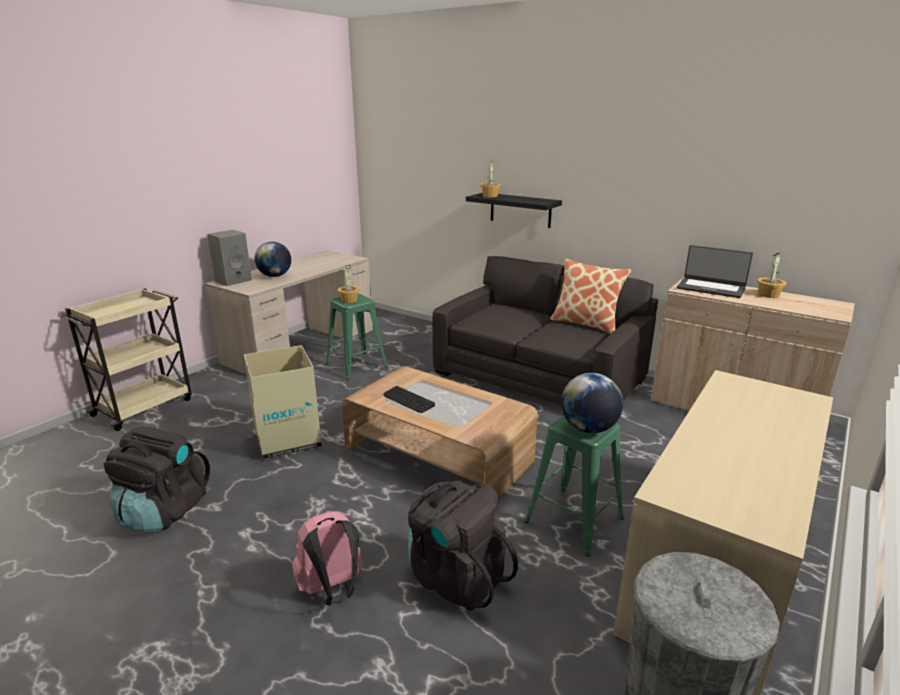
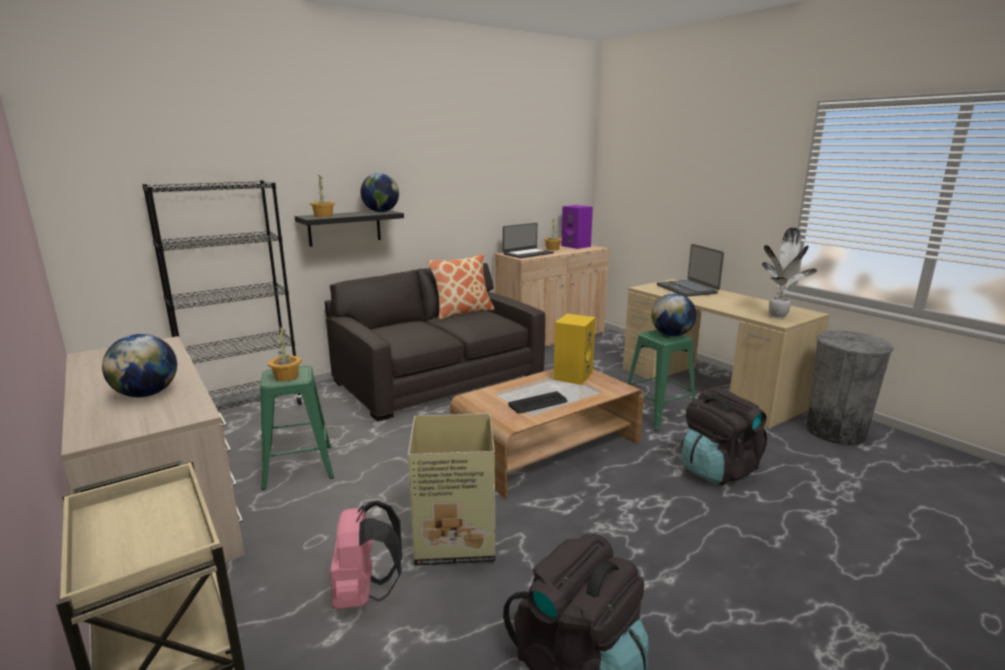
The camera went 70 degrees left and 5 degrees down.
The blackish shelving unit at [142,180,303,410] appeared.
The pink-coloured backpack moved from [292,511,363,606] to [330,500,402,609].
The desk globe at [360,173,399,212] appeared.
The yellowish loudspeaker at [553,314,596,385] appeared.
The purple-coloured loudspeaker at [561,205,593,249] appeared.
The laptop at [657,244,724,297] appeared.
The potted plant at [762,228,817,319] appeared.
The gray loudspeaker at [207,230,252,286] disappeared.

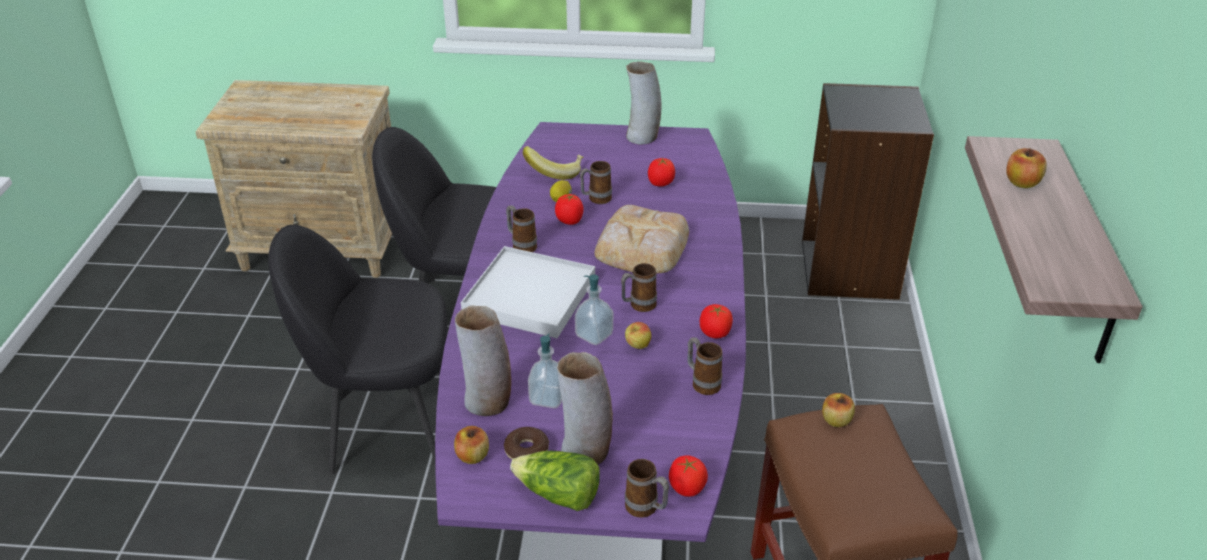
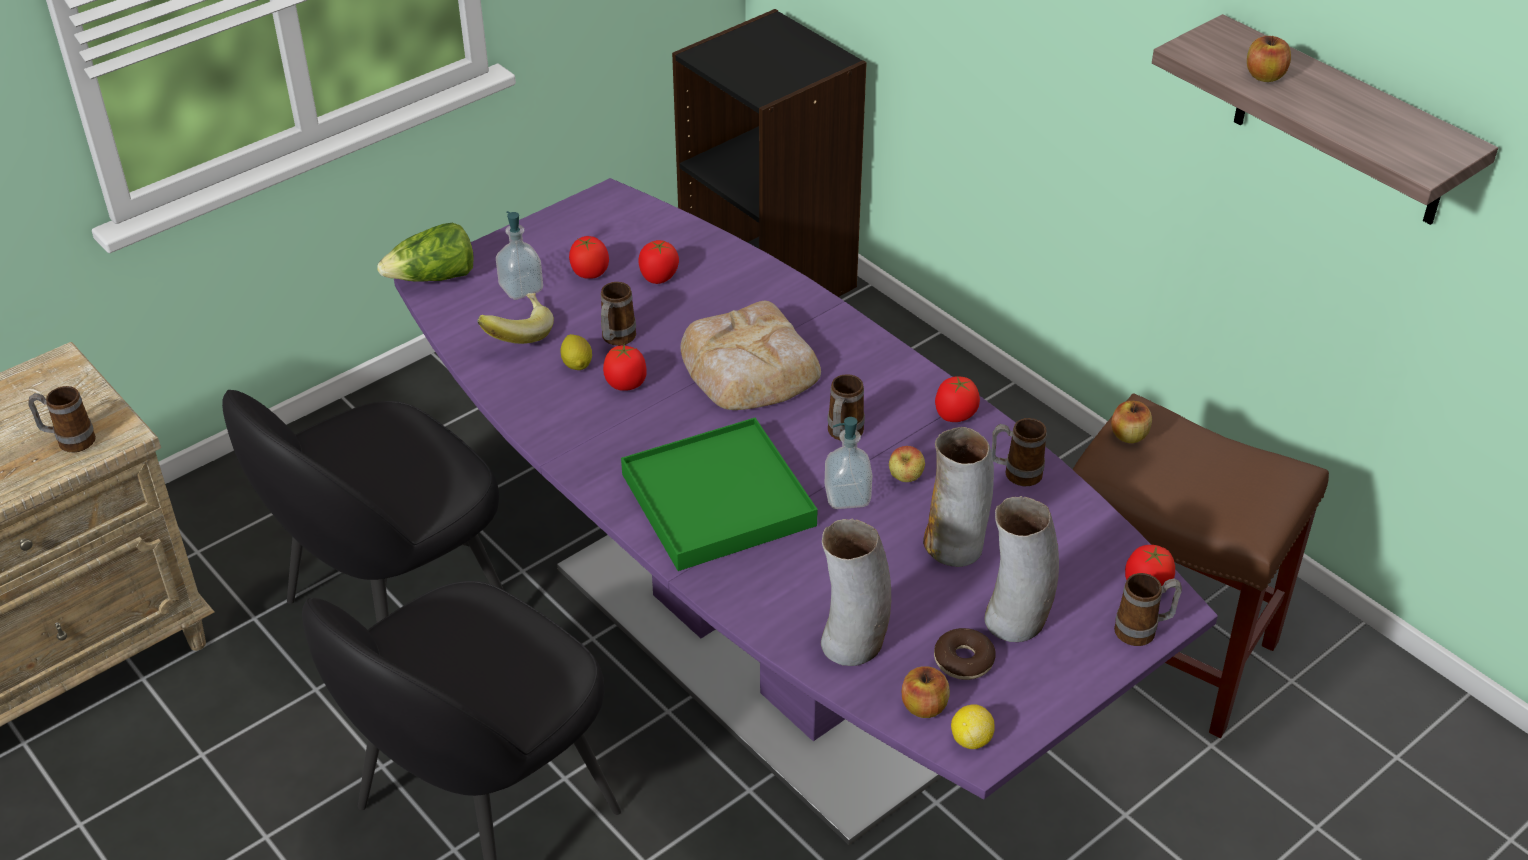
The camera went 45 degrees left and 5 degrees up.
The coffee mug moved from [506,205,537,252] to [28,386,96,453].
The lettuce moved from [510,451,600,511] to [377,223,474,282].
The soap dispenser moved from [528,333,562,408] to [496,211,543,300].
The whole tomato at [569,236,609,279] appeared.
The white-coloured carrying tray at [461,246,595,338] became the greenish carrying tray at [621,418,818,571].
The vase moved from [626,61,661,145] to [923,427,994,567].
The citrus fruit at [951,704,995,749] appeared.

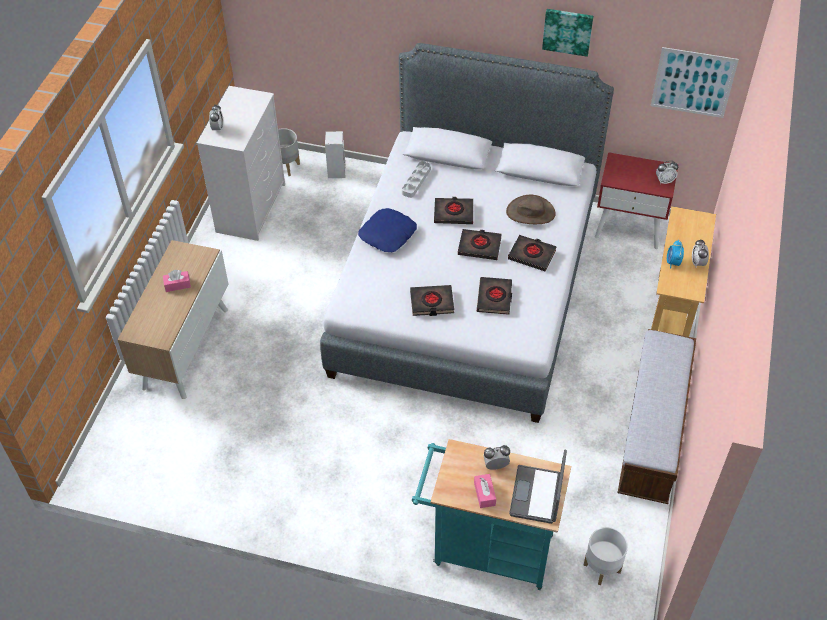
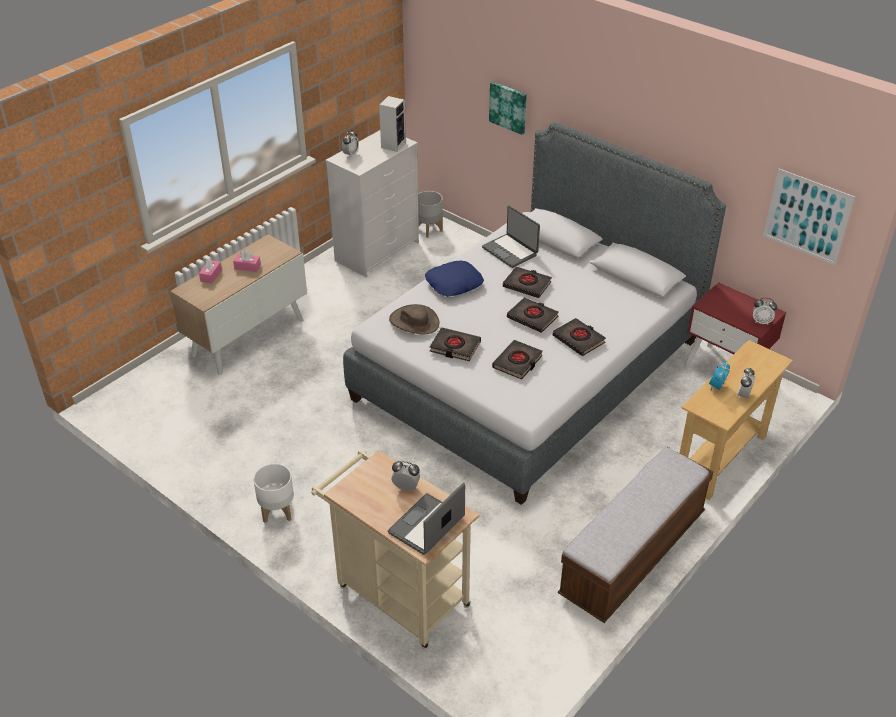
The camera went 25 degrees right and 10 degrees down.
The pink-coloured tissue holder moved from [474,474,496,508] to [199,258,222,284].
The white-coloured plant pot moved from [583,527,628,585] to [253,463,294,523].
The blue-green wheeled cart at [412,439,571,590] became the sand-coloured wheeled cart at [311,450,479,650].
The loudspeaker moved from [325,131,345,178] to [379,96,406,152].
The brownish wearable hat moved from [506,195,556,224] to [389,304,439,334].
The gray carrying tray at [402,161,431,198] was replaced by the laptop at [482,206,540,268].
The picture moved from [542,9,593,57] to [489,82,527,135].

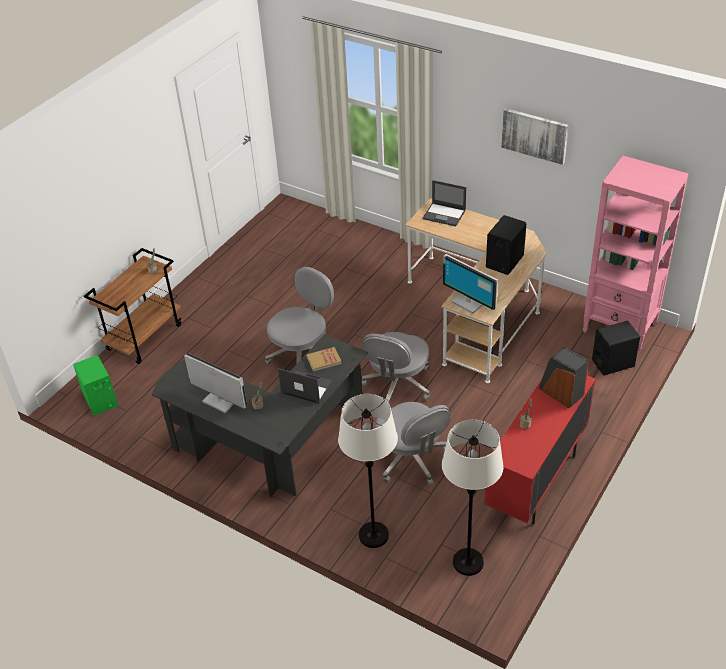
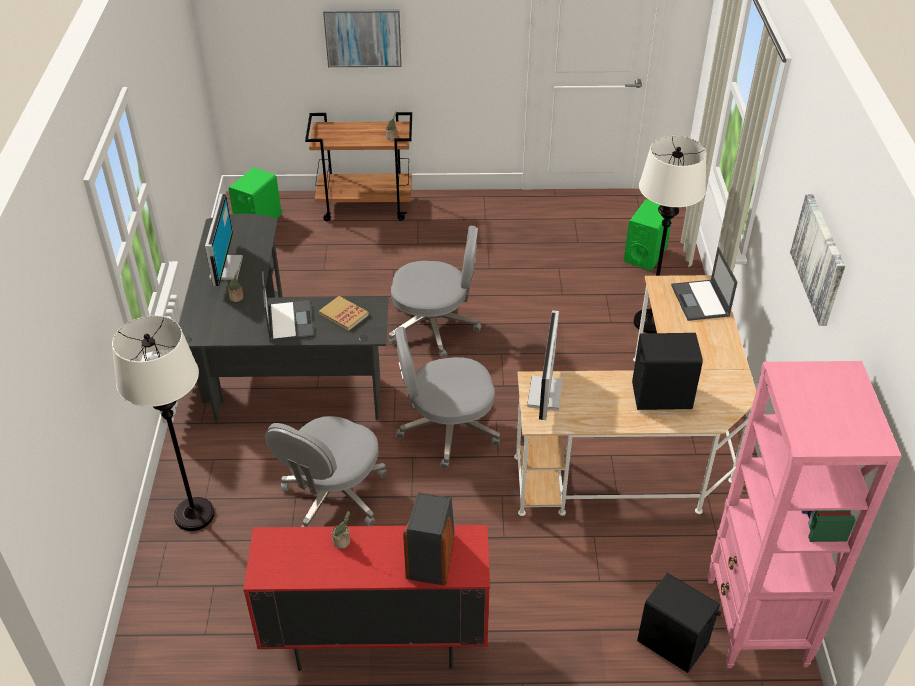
The camera went 55 degrees right and 0 degrees up.
The picture at [323,9,402,67] appeared.
The greenish loudspeaker at [624,199,672,270] appeared.
The white-coloured standard lamp moved from [442,420,504,576] to [634,136,707,333].

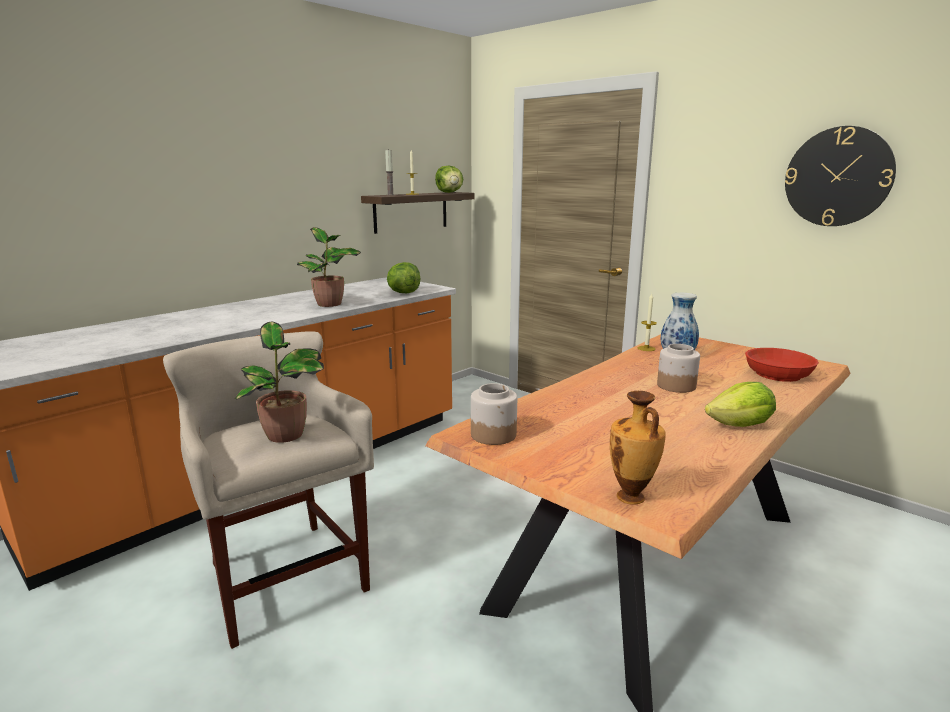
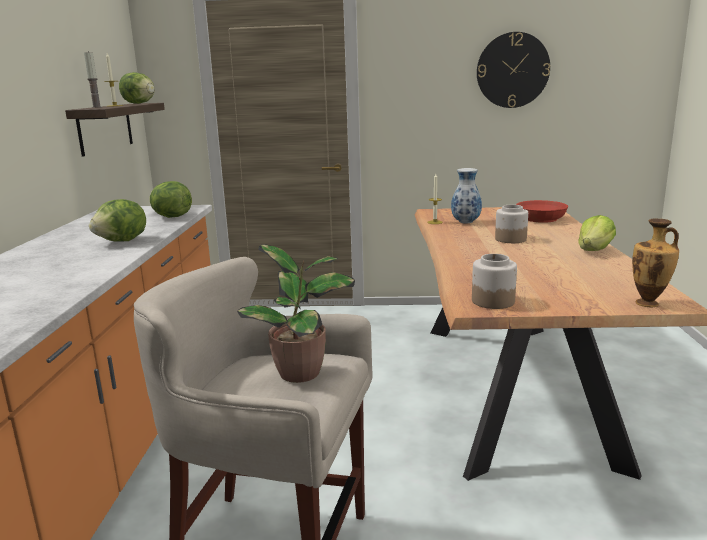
The camera went 40 degrees left and 0 degrees up.
The potted plant at [297,227,361,307] was replaced by the lettuce at [89,199,146,242].

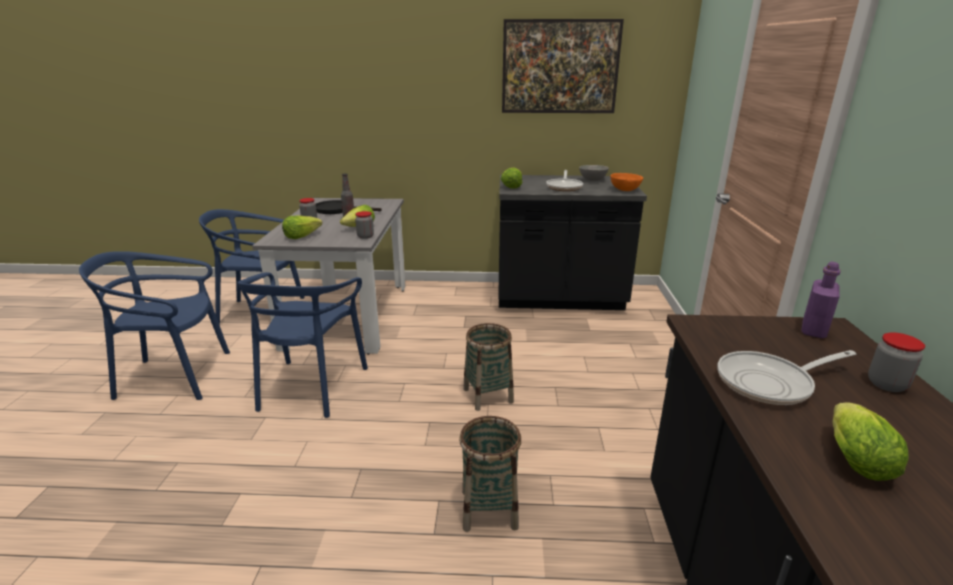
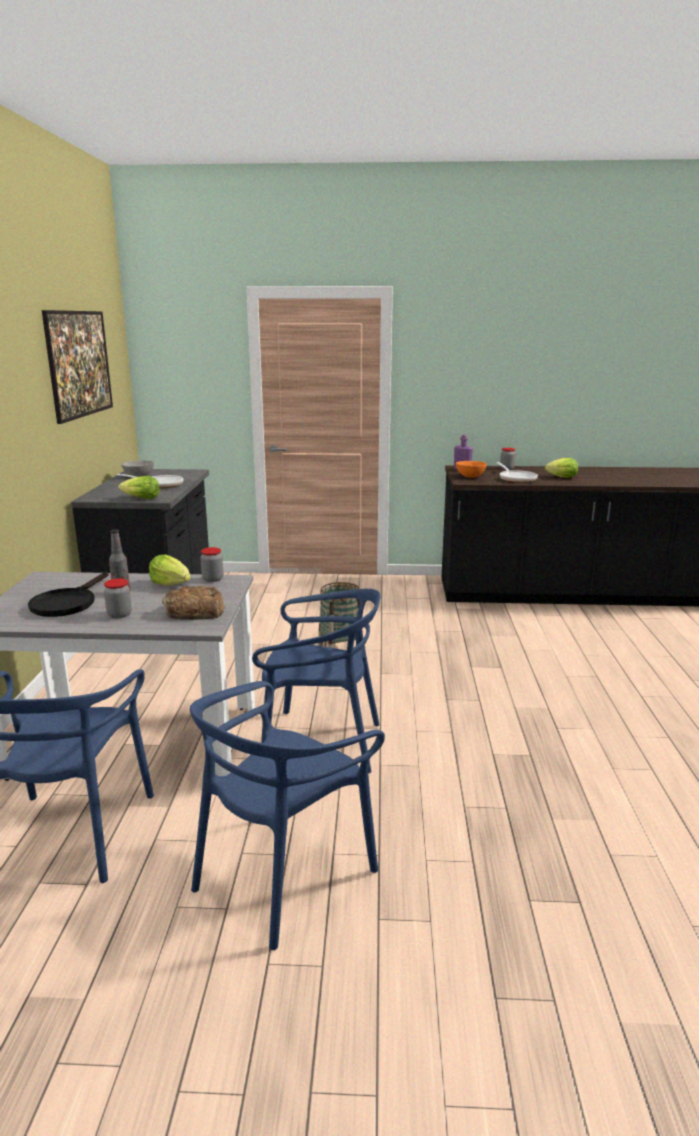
The camera went 90 degrees left and 5 degrees down.
The lettuce at [282,215,322,239] was replaced by the bakery bread at [162,586,225,620].
The bluish chair at [79,251,230,400] turned 45 degrees clockwise.
The orangey serving bowl moved from [610,173,643,191] to [456,461,487,478].
The household basket at [459,416,521,532] disappeared.

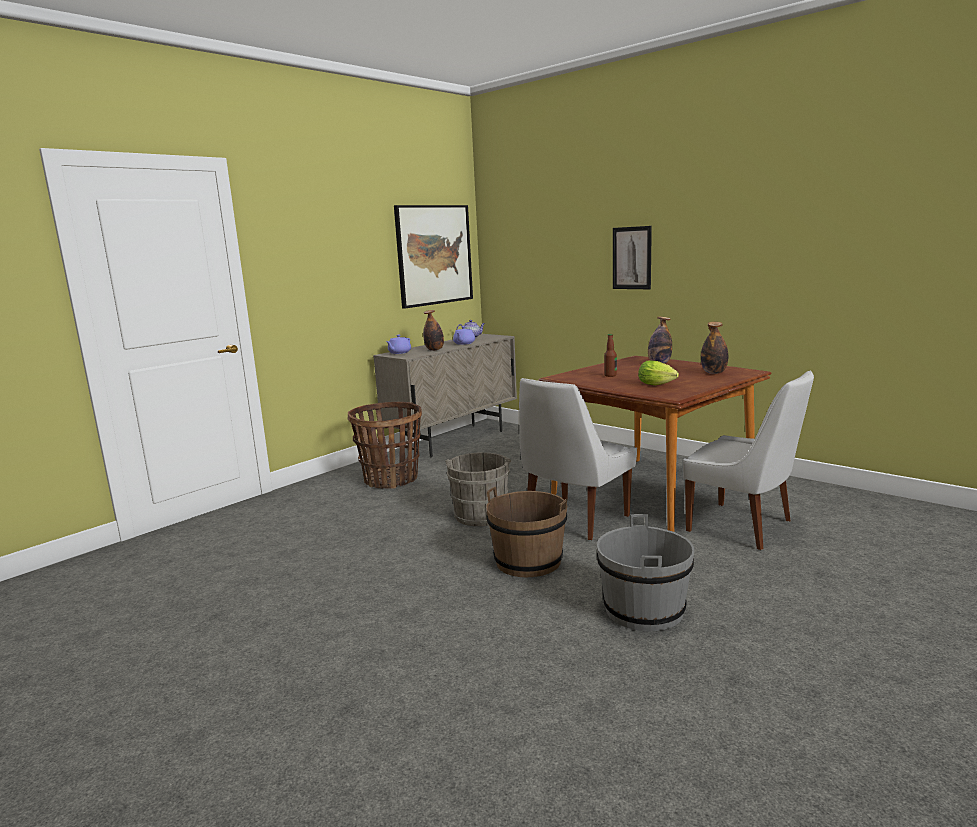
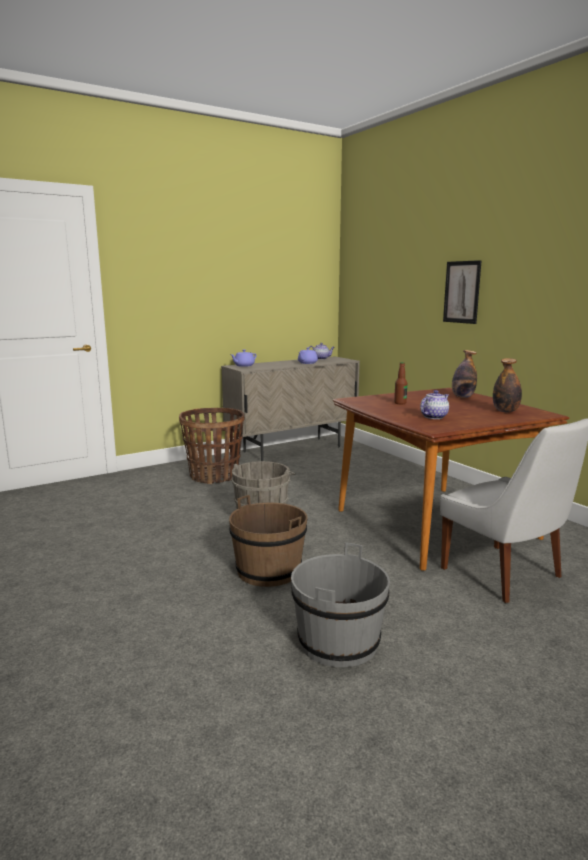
The camera went 15 degrees right and 0 degrees up.
The lettuce at [638,360,679,385] was replaced by the teapot at [420,390,449,419].
The picture at [394,205,473,308] disappeared.
The drink bottle at [423,310,444,351] disappeared.
The white-coloured chair at [519,378,637,540] disappeared.

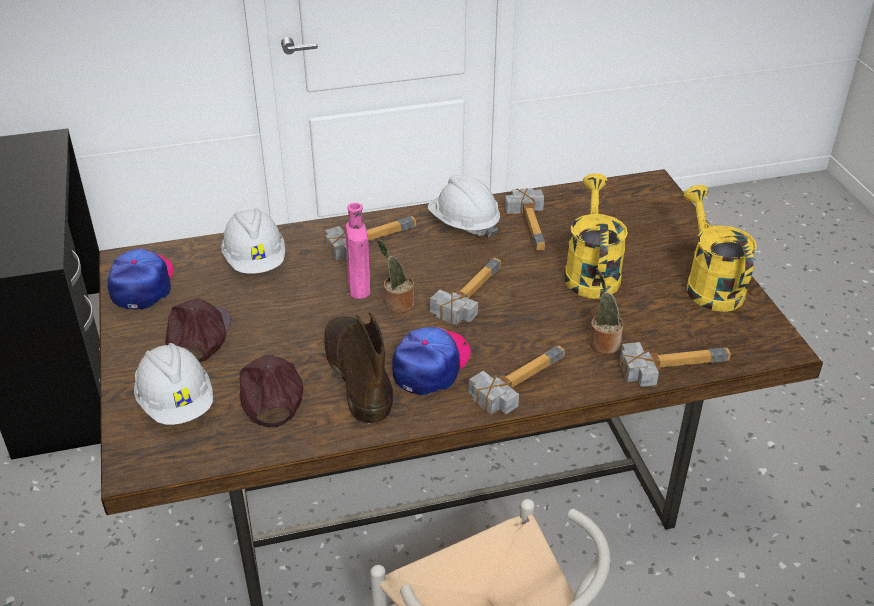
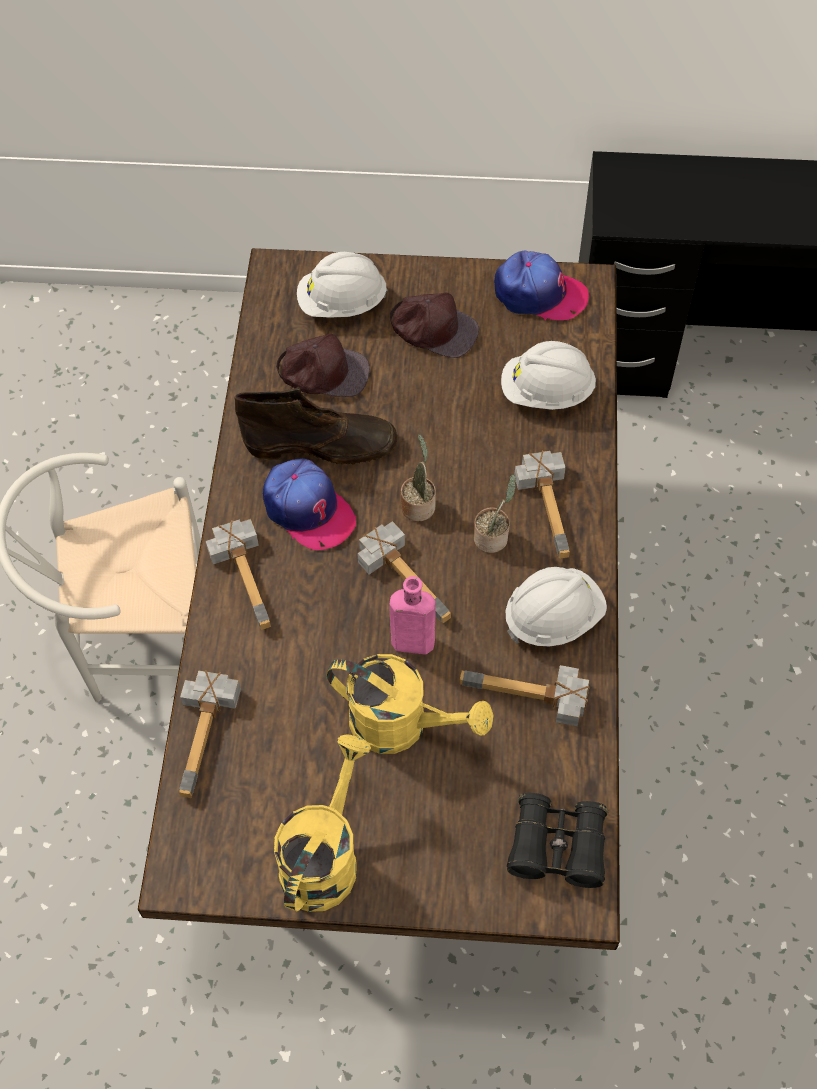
The camera went 110 degrees right and 20 degrees up.
The yellowish sprinkling can at [683,185,757,312] turned 75 degrees counterclockwise.
The pink-coloured drink bottle moved from [345,203,370,299] to [389,576,436,654].
The potted plant moved from [590,268,623,354] to [474,475,516,553].
The blackish binoculars at [507,793,608,888] appeared.

